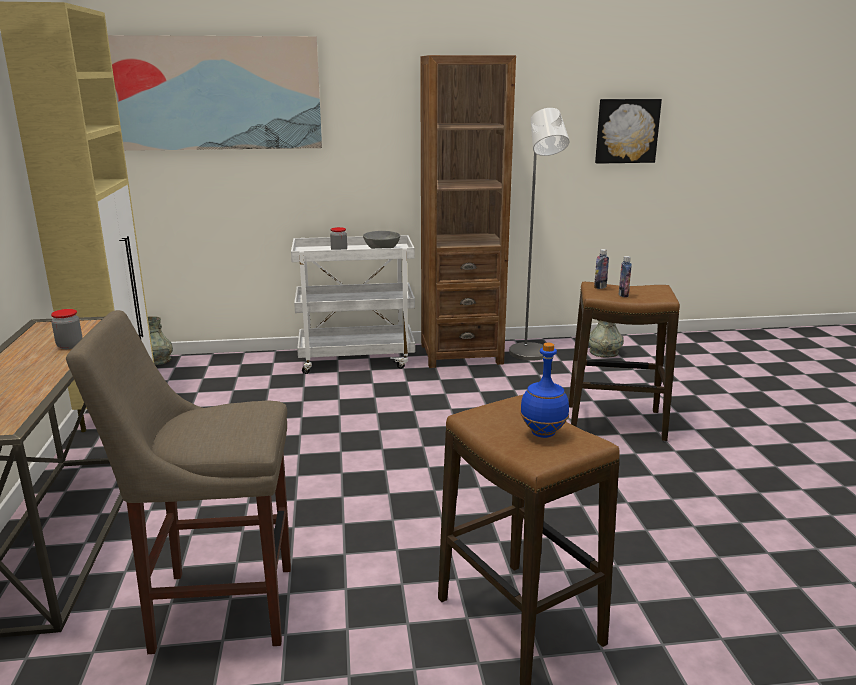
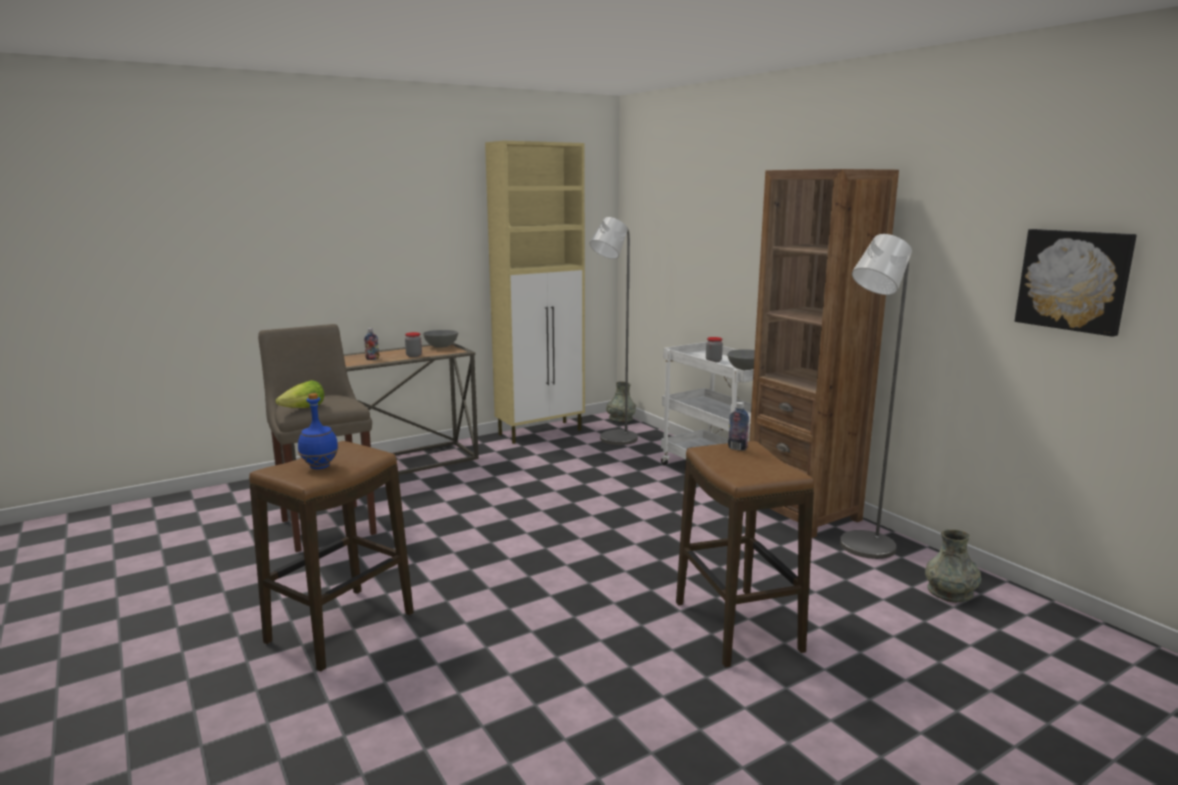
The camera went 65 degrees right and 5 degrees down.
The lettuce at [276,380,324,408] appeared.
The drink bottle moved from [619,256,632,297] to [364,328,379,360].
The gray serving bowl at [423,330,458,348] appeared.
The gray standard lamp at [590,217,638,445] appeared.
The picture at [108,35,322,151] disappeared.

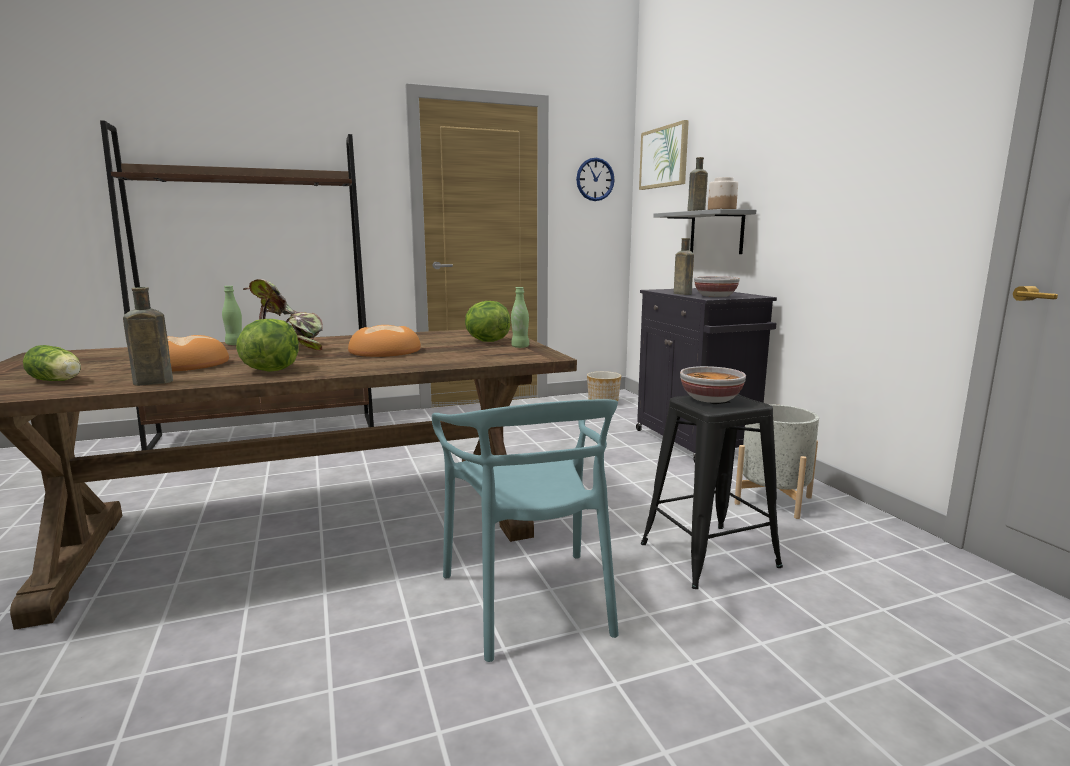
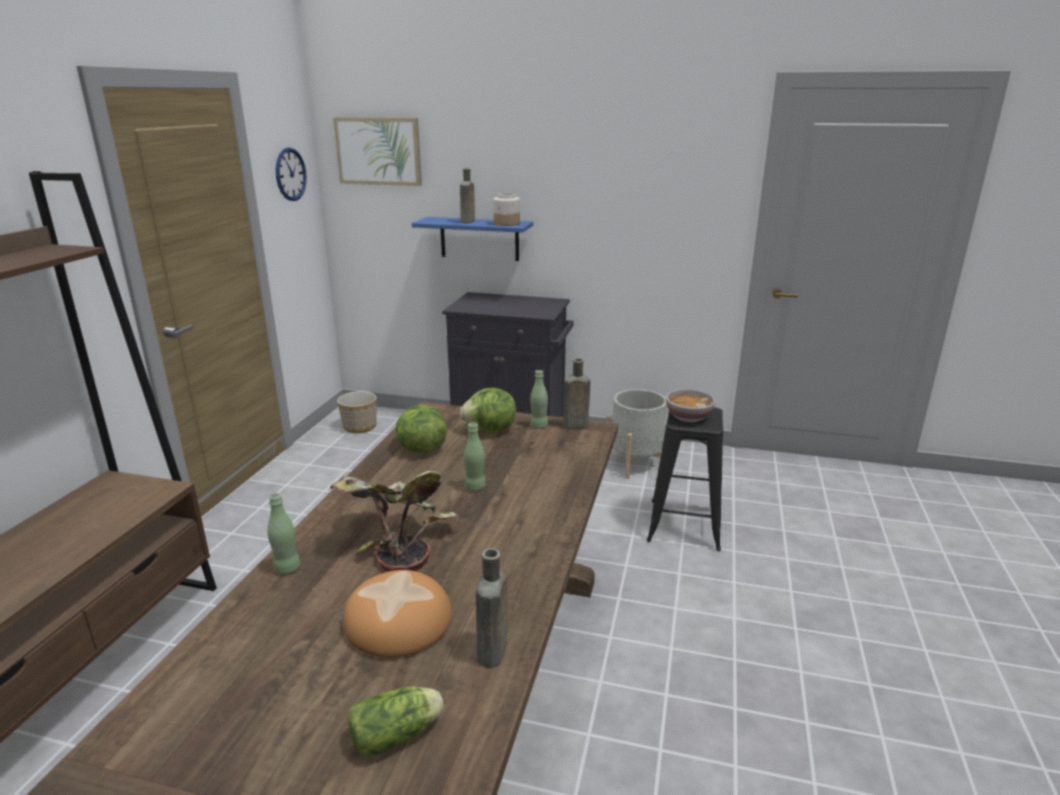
The camera went 55 degrees left and 10 degrees up.
The lettuce moved from [236,319,299,372] to [395,405,447,453].
The gray wall shelf at [653,209,756,254] became the bluish wall shelf at [412,217,533,261].
The bakery bread at [348,325,421,357] was replaced by the greenish drink bottle at [464,422,485,491].
The brownish drink bottle moved from [674,238,694,295] to [563,358,590,429].
The blue-green chair at [432,399,619,662] disappeared.
The serving bowl at [694,276,740,297] disappeared.

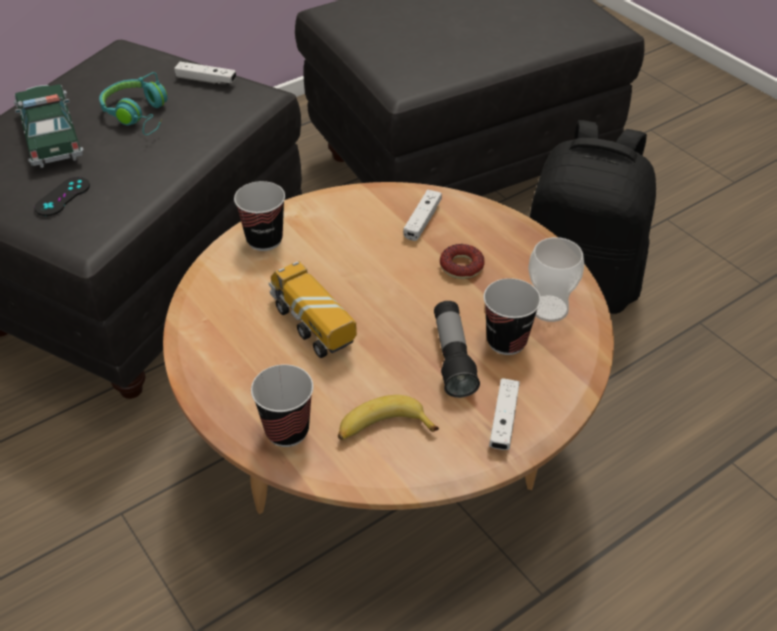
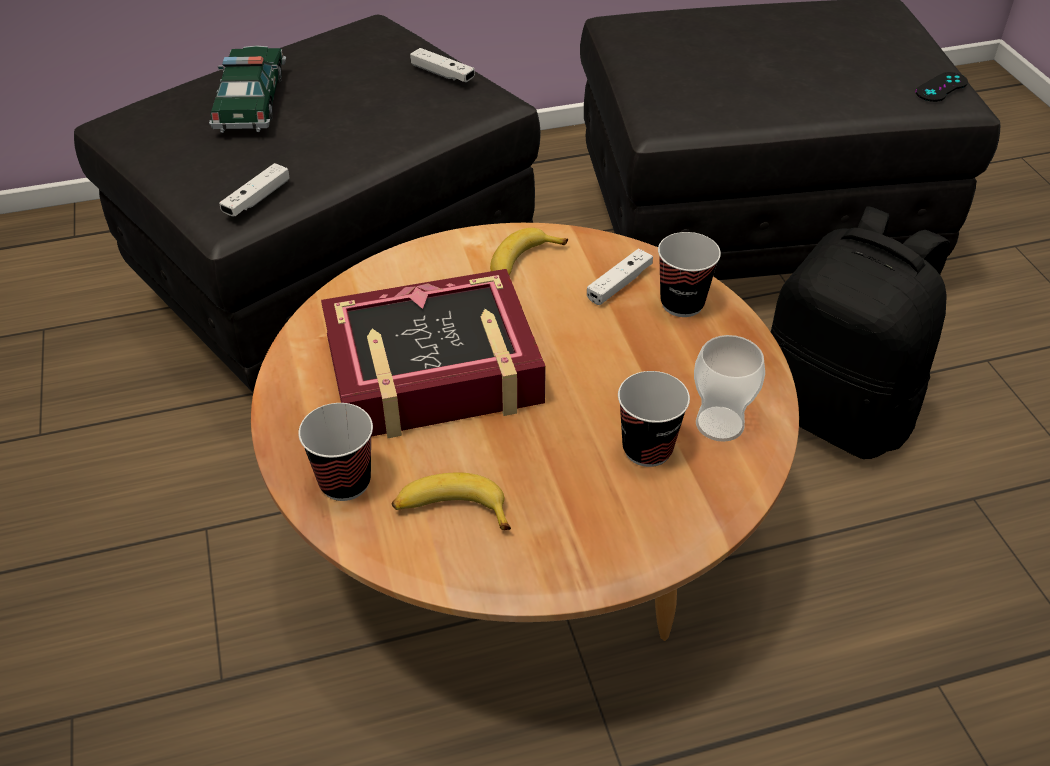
The camera went 20 degrees right and 0 degrees up.
The white-coloured joypad moved from [489,379,520,450] to [219,163,289,217].
The toy lorry at [269,261,357,358] was replaced by the book at [321,269,546,438].
The banana at [490,228,568,276] appeared.
The drinking cup moved from [234,181,285,251] to [658,232,721,317].
The blackish joypad moved from [34,177,90,216] to [915,72,968,102].
The blue-green pair of headphones at [99,72,167,135] disappeared.
The flashlight at [434,301,480,398] disappeared.
The ring doughnut at [440,244,485,279] disappeared.

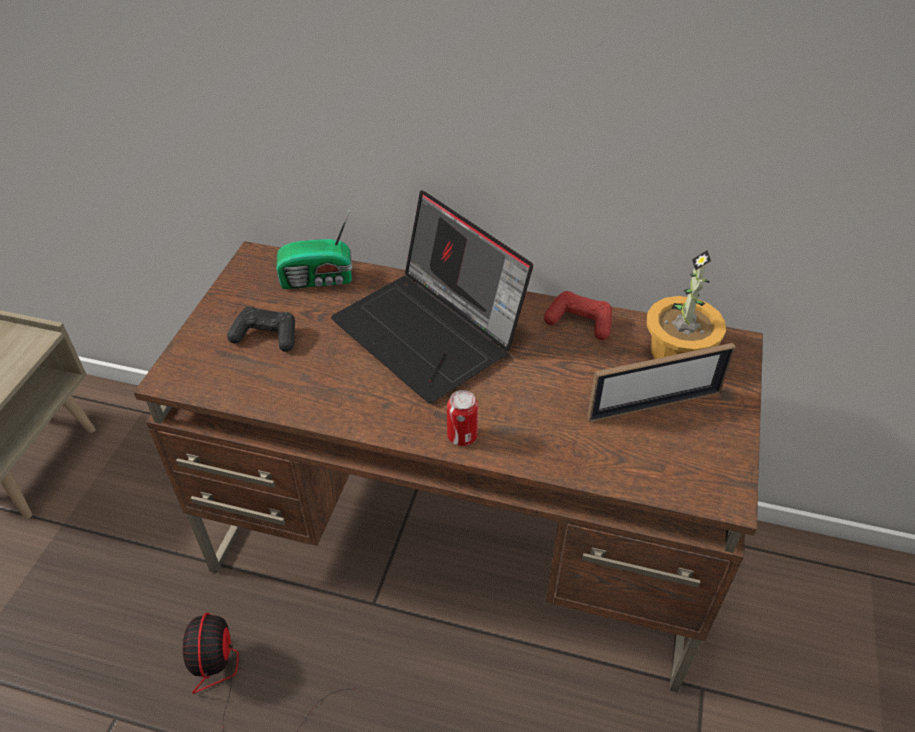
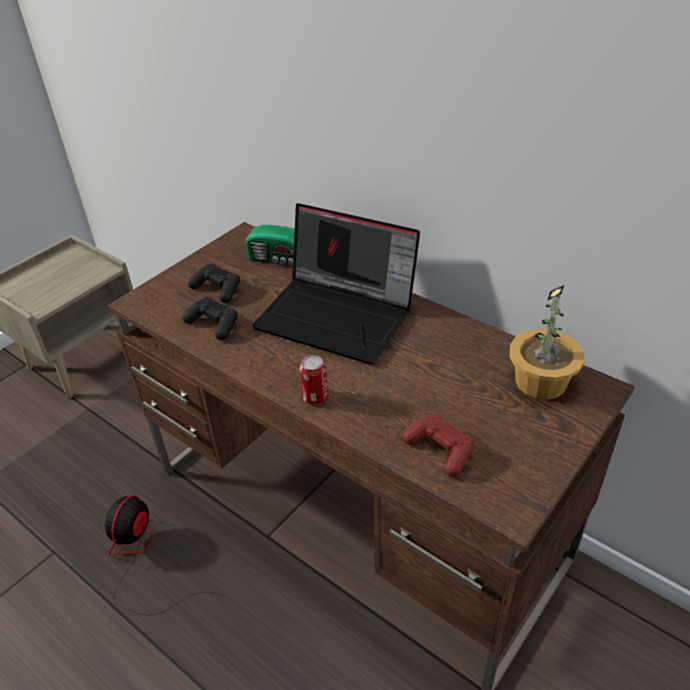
The camera went 25 degrees right and 5 degrees down.
The blackish joypad at [182,297,238,340] appeared.
The laptop at [331,190,533,403] turned 45 degrees counterclockwise.
The reddish joypad moved from [544,291,612,340] to [403,414,474,477].
The photo frame at [587,343,736,422] disappeared.

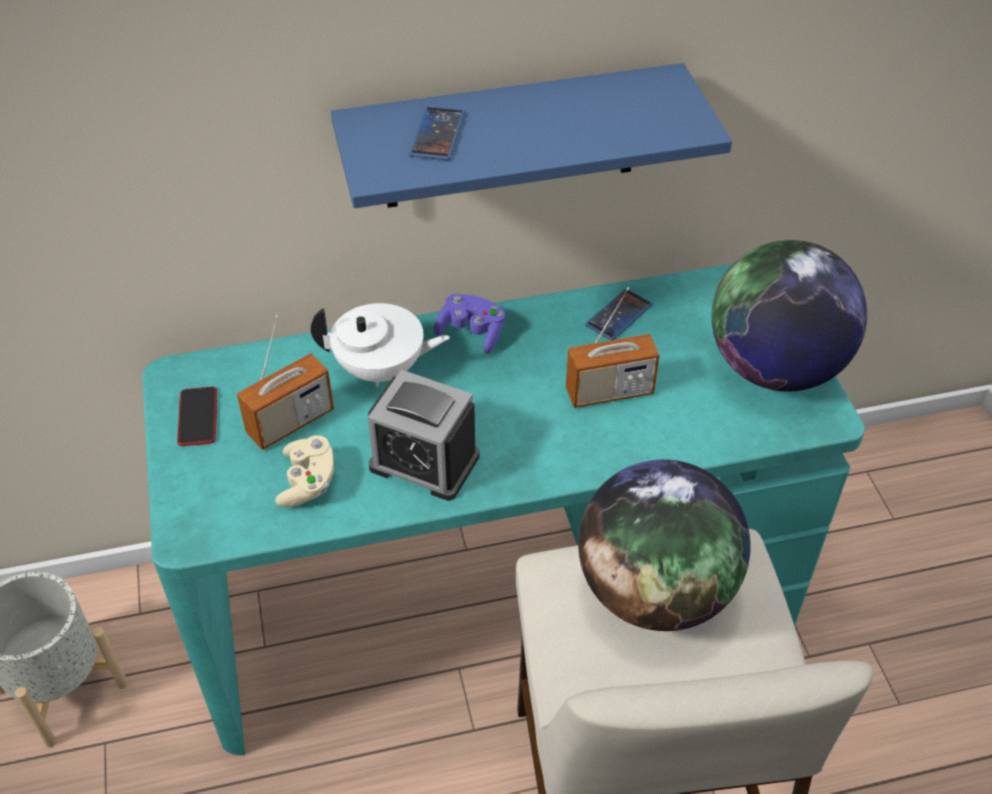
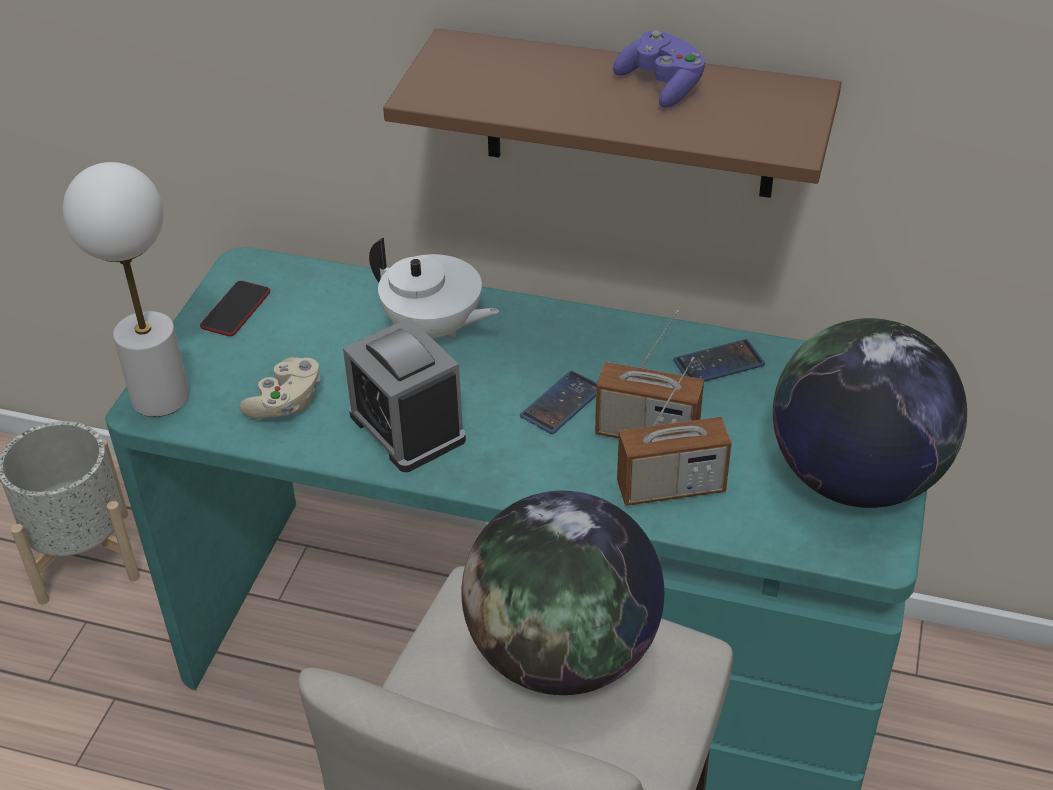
The camera went 30 degrees right and 5 degrees down.
The white-coloured table lamp at [63,162,189,417] appeared.
The bluish wall shelf at [331,63,732,208] became the brownish wall shelf at [383,28,841,198].
The handset moved from [409,106,465,160] to [520,370,597,434].
The purple-coloured joypad moved from [434,294,505,353] to [613,30,706,108].
The radio receiver moved from [237,315,334,450] to [617,357,732,506].

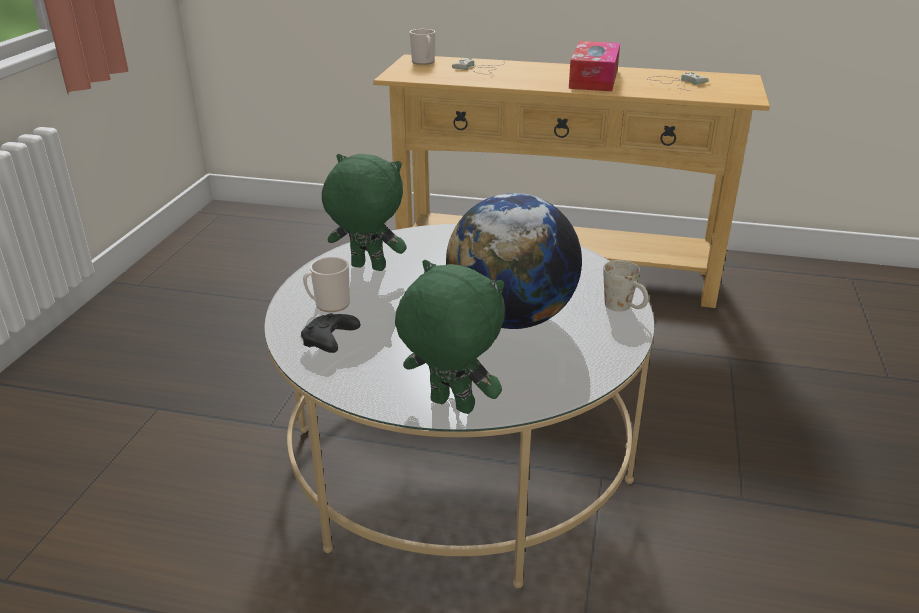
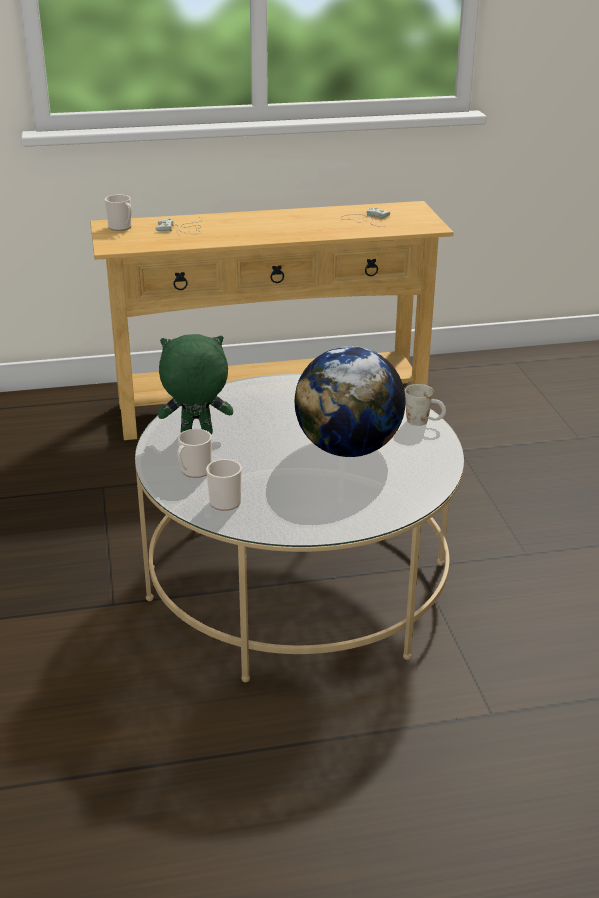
The camera went 25 degrees left and 0 degrees up.
The blackish joypad at [301,313,360,353] was replaced by the coffee mug at [206,459,242,511].
The greenish cuddly toy at [395,260,505,414] disappeared.
The tissue holder at [569,41,620,91] disappeared.

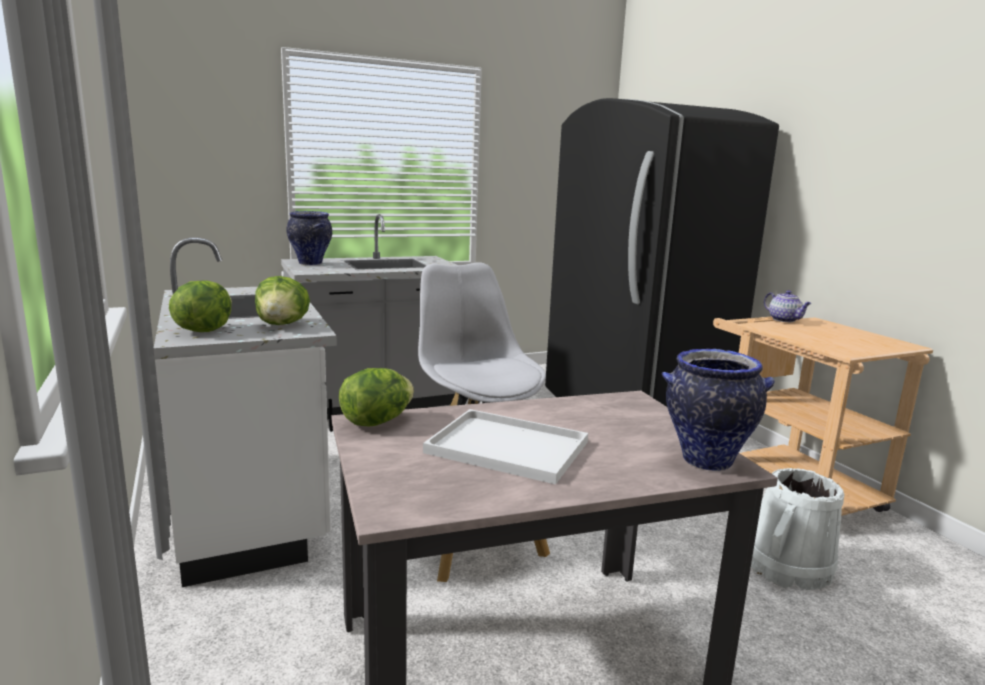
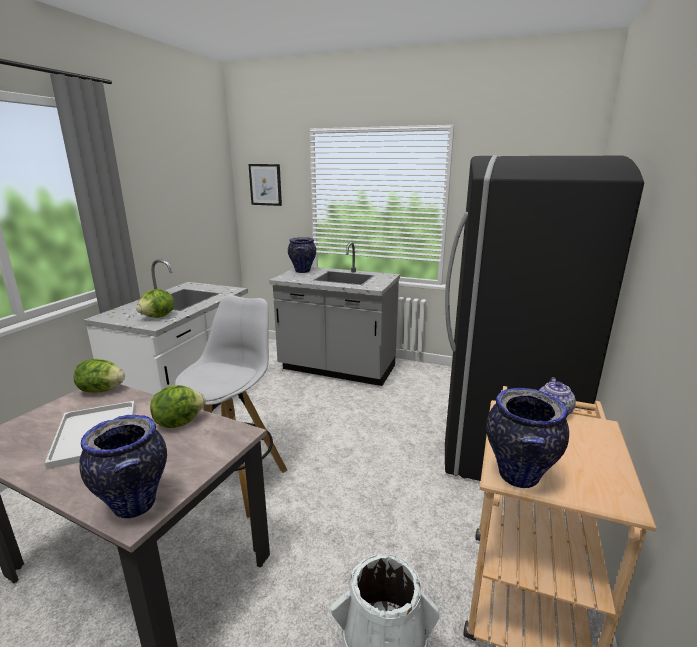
The camera went 45 degrees right and 5 degrees up.
The lettuce moved from [169,281,232,332] to [150,385,206,428].
The picture at [248,164,282,206] appeared.
The vase at [486,388,569,488] appeared.

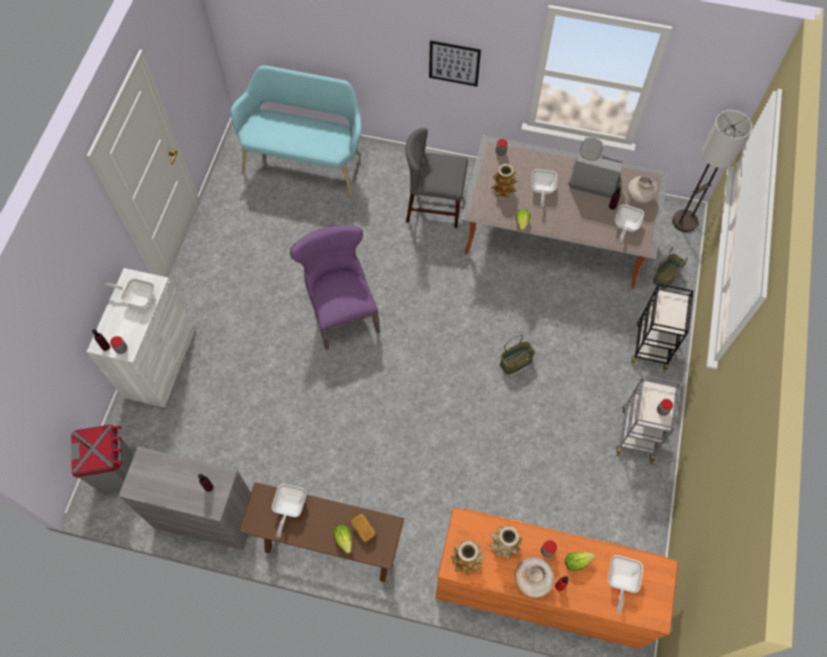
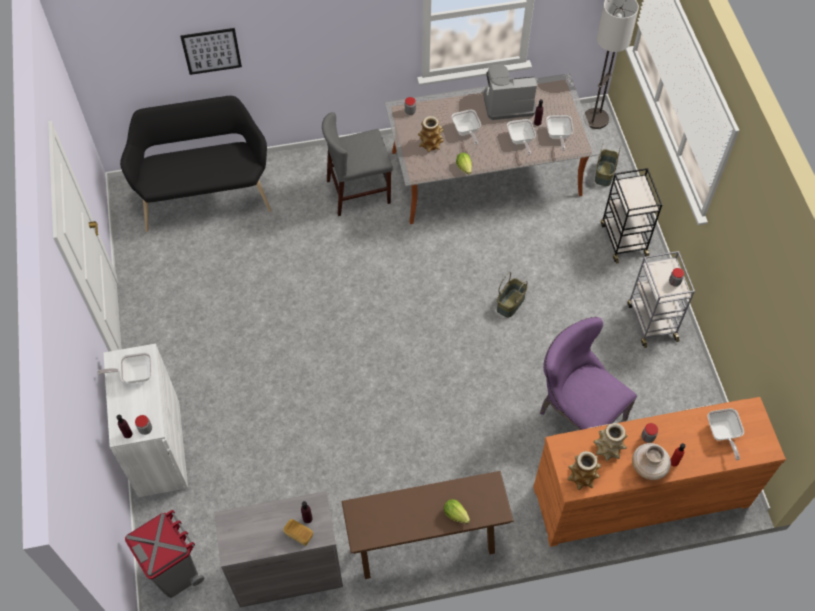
The camera went 25 degrees left and 5 degrees down.
The blue-green bench at [231,65,361,196] became the blackish bench at [120,96,271,232].
The picture moved from [429,40,481,87] to [180,28,242,75].
The bakery bread moved from [351,514,375,542] to [283,519,313,546].
The frying pan moved from [272,484,307,537] to [507,119,536,155].
The purple-coloured chair moved from [290,225,380,350] to [540,317,637,430].
The lettuce at [565,552,595,571] disappeared.
The sand-coloured vase at [627,175,658,204] disappeared.

